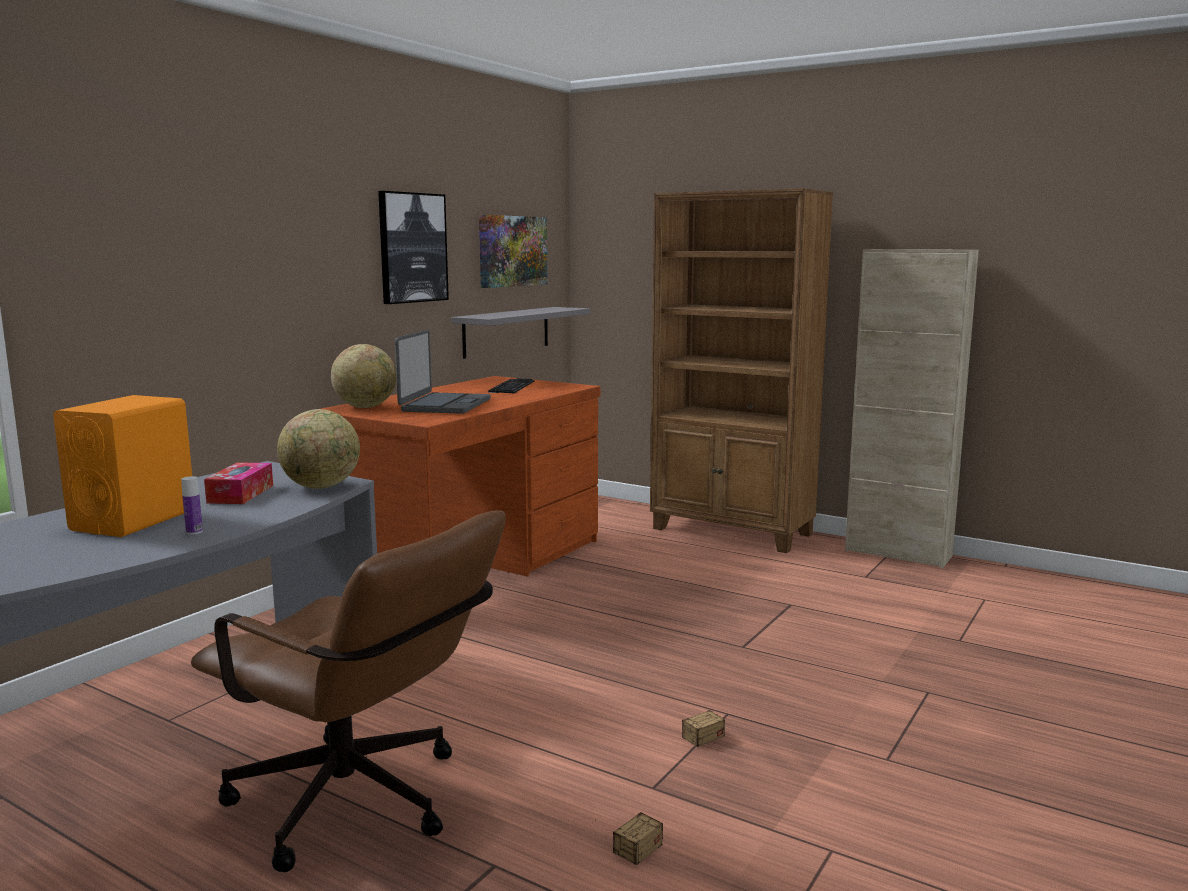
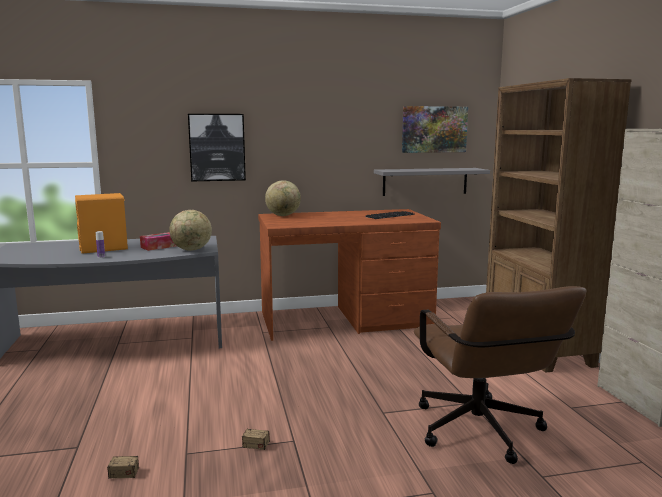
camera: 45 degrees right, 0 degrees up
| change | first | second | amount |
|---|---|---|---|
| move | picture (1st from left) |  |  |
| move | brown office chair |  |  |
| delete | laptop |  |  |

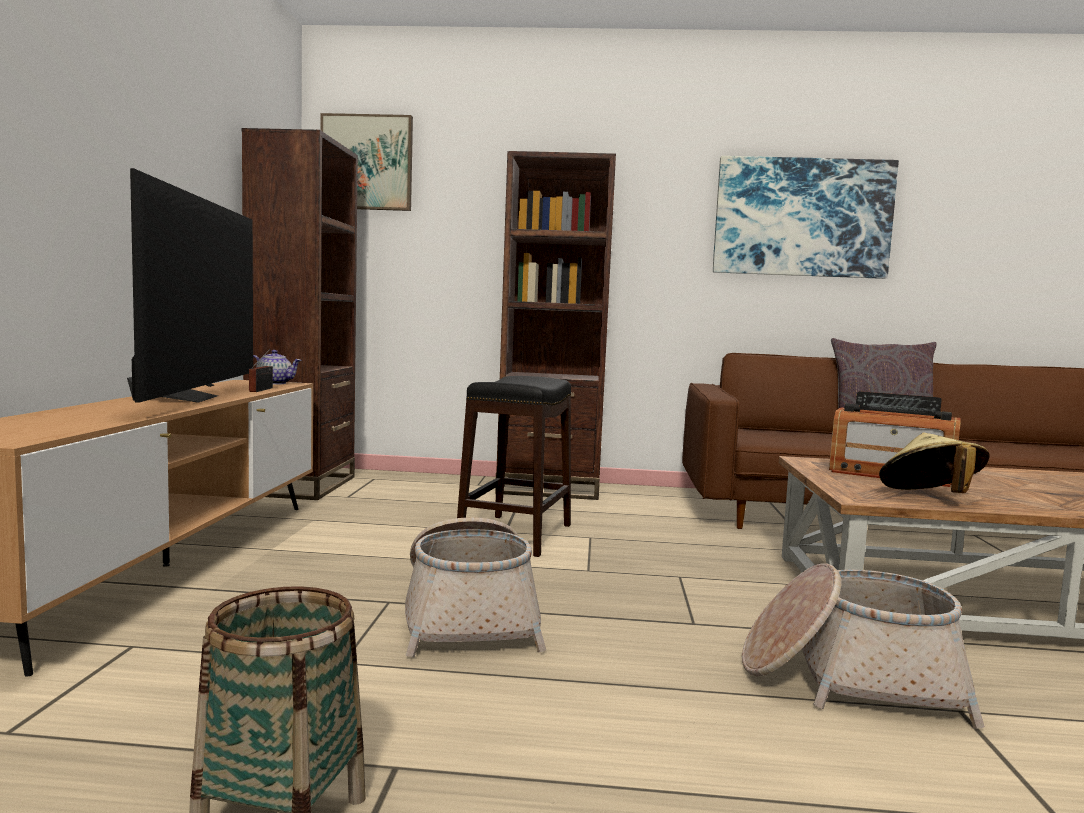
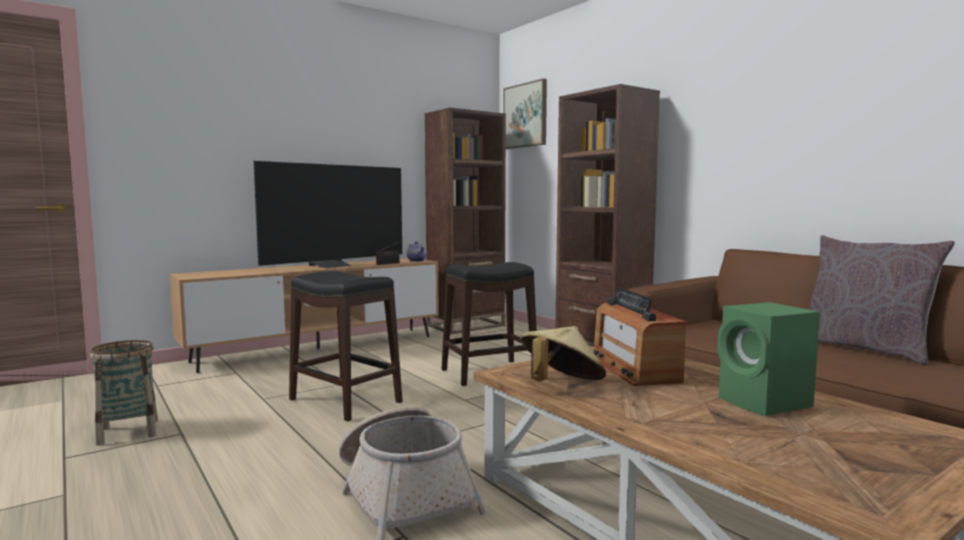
camera: 50 degrees right, 0 degrees up
| change | first | second | amount |
|---|---|---|---|
| replace | basket (2nd from left) | black stool (1st from left) |  |
| insert |  | green speaker |  |
| delete | picture (2nd from left) |  |  |

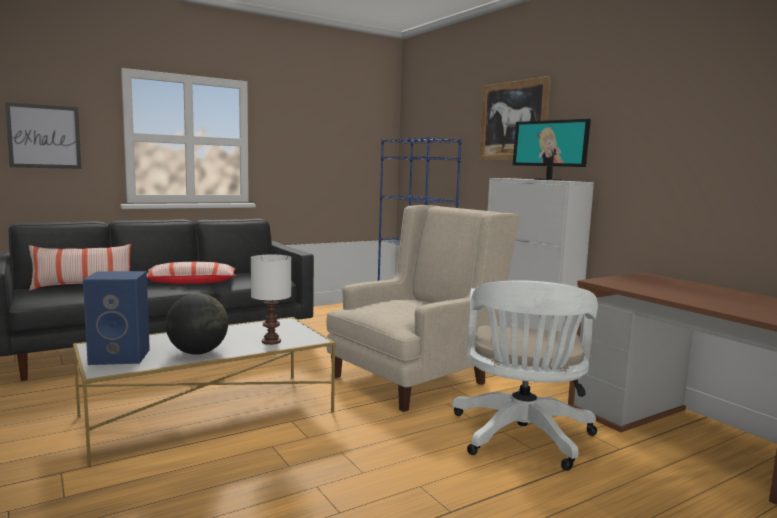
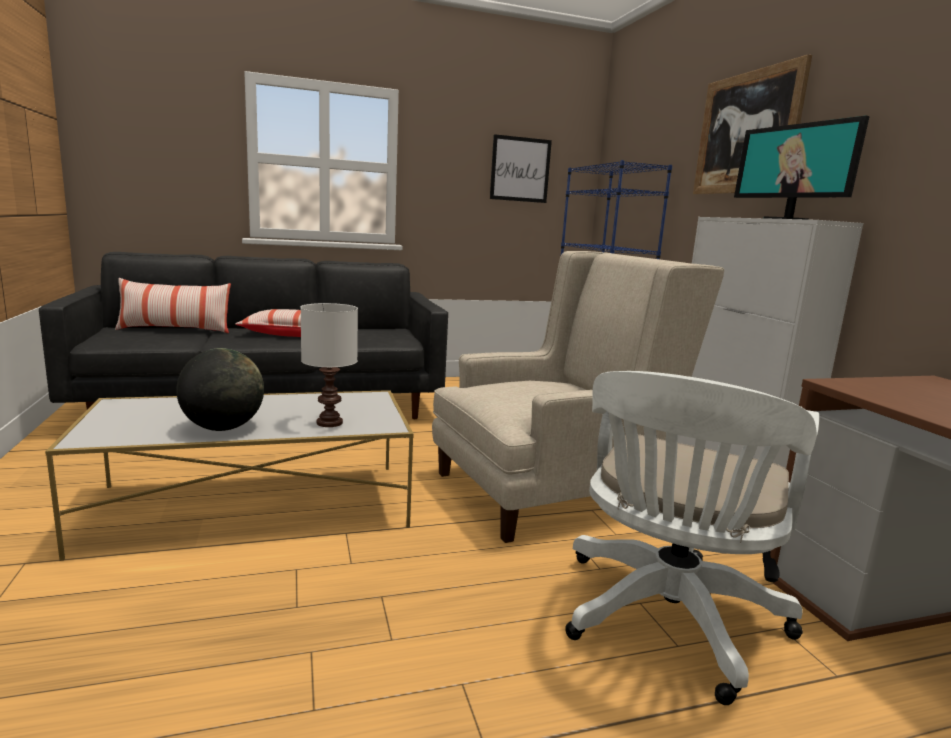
camera: 15 degrees right, 5 degrees up
| change | first | second | amount |
|---|---|---|---|
| move | picture (1st from left) |  |  |
| delete | blue speaker |  |  |

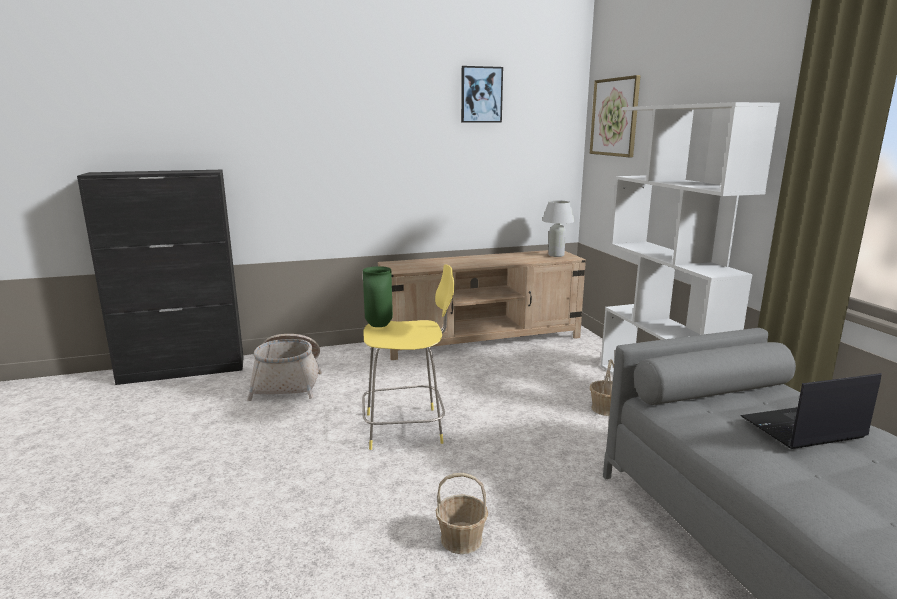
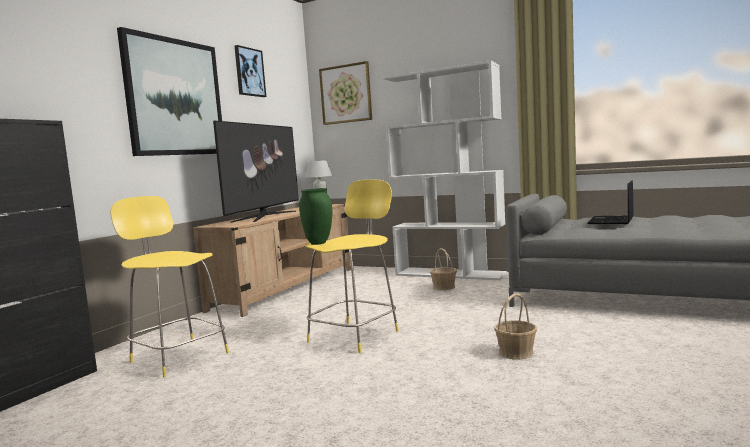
camera: 45 degrees left, 10 degrees down
| change | first | second | amount |
|---|---|---|---|
| replace | basket (1st from left) | yellow stool (1st from left) |  |
| insert |  | picture (1st from left) |  |
| insert |  | television |  |

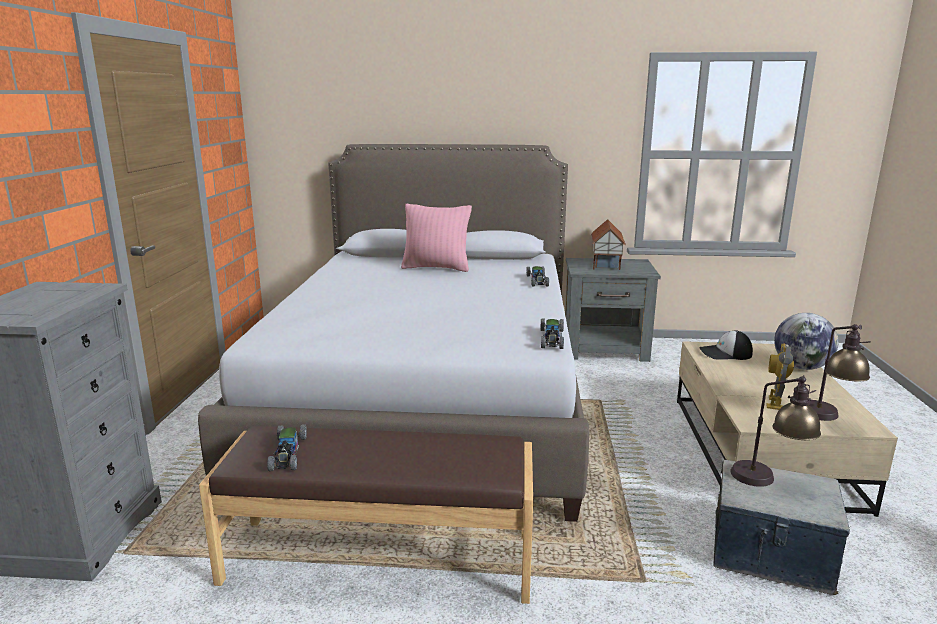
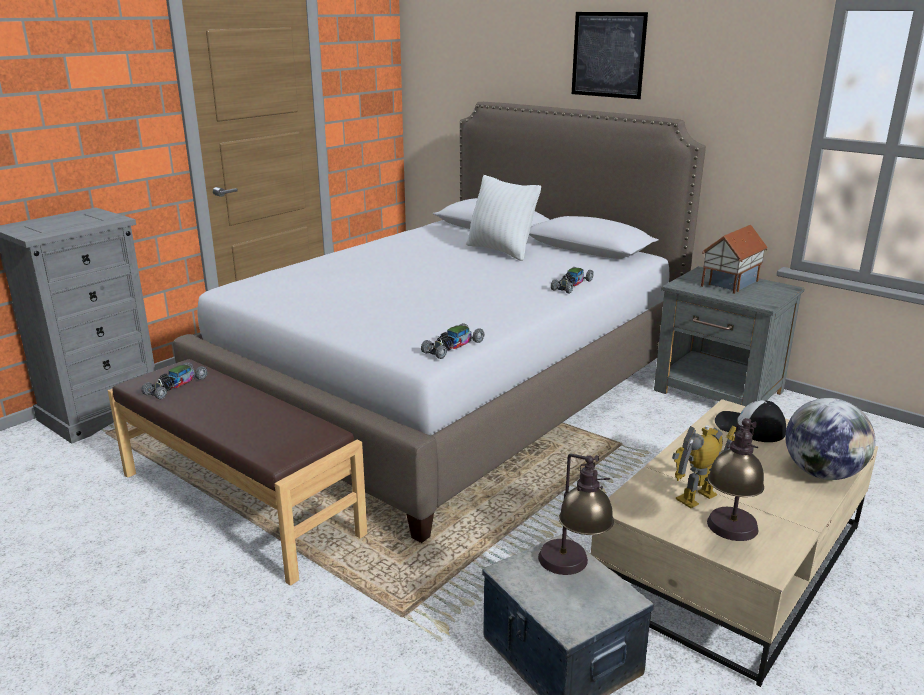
camera: 35 degrees right, 5 degrees up
| change | first | second | amount |
|---|---|---|---|
| recolor | pink pillow | white pillow |  |
| insert |  | picture |  |

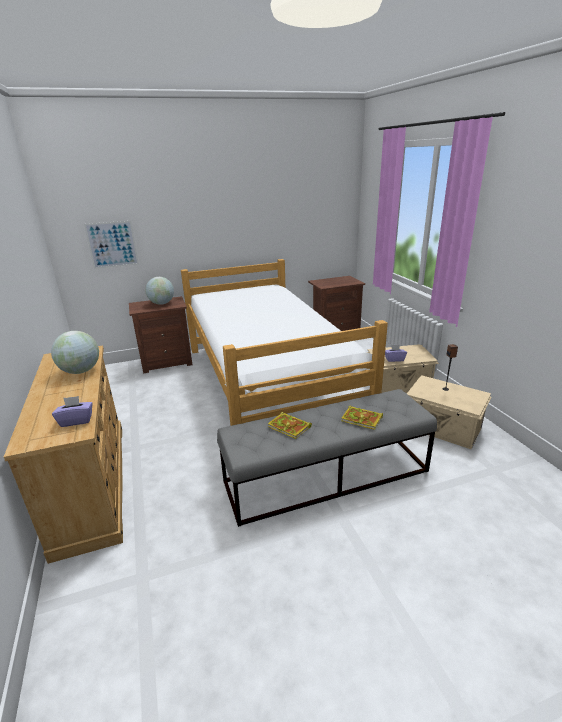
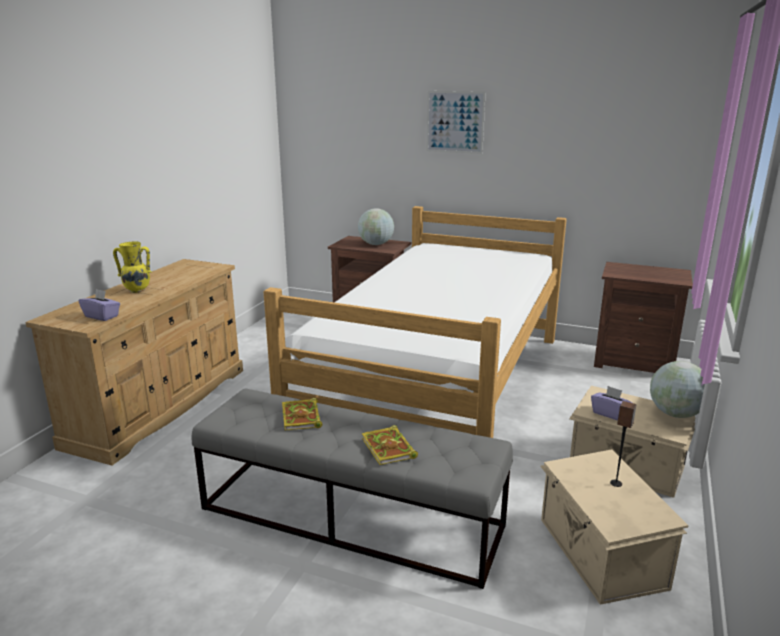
camera: 40 degrees right, 5 degrees down
| change | first | second | amount |
|---|---|---|---|
| insert |  | yellow vase |  |
| move | picture |  |  |
| move | globe (1st from left in the first image) | globe (2nd from left) |  |

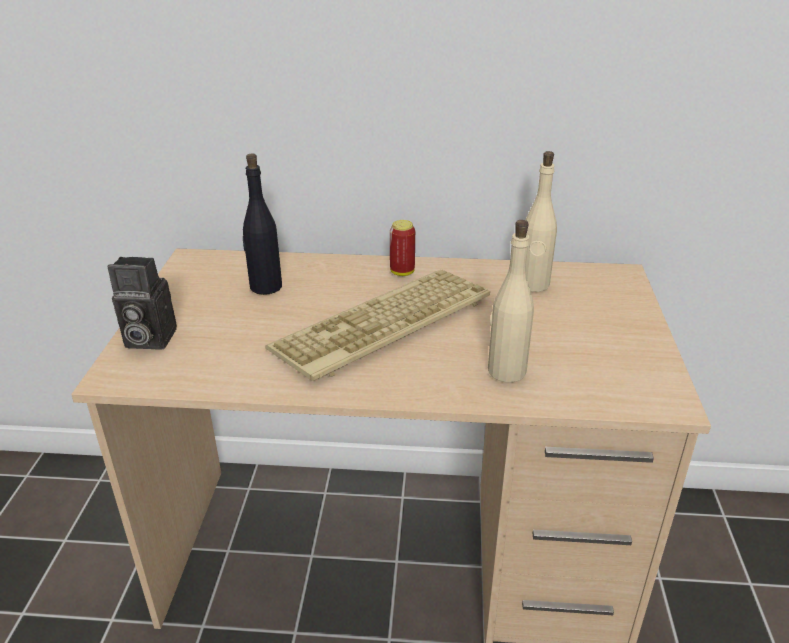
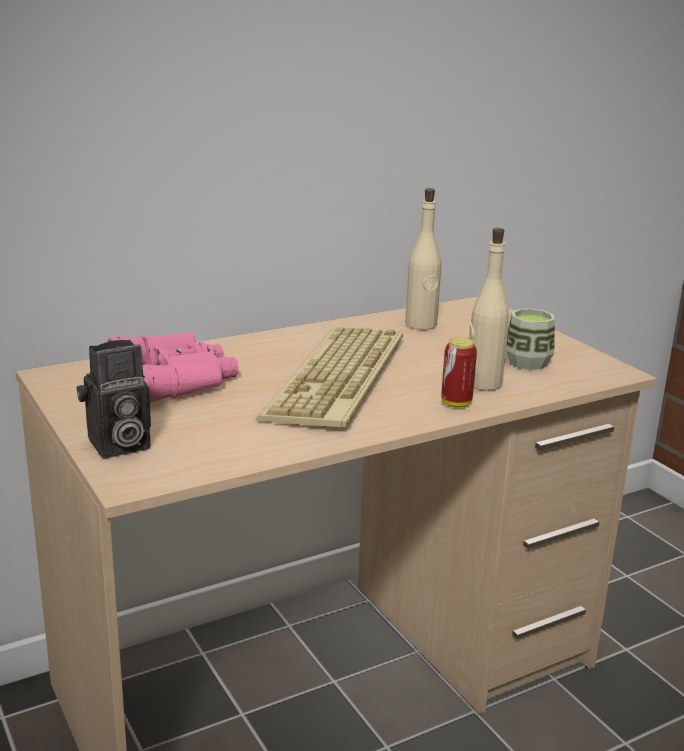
camera: 35 degrees left, 10 degrees down
| change | first | second | amount |
|---|---|---|---|
| replace | black bottle | pink binoculars |  |
| move | can |  |  |
| insert |  | cup |  |

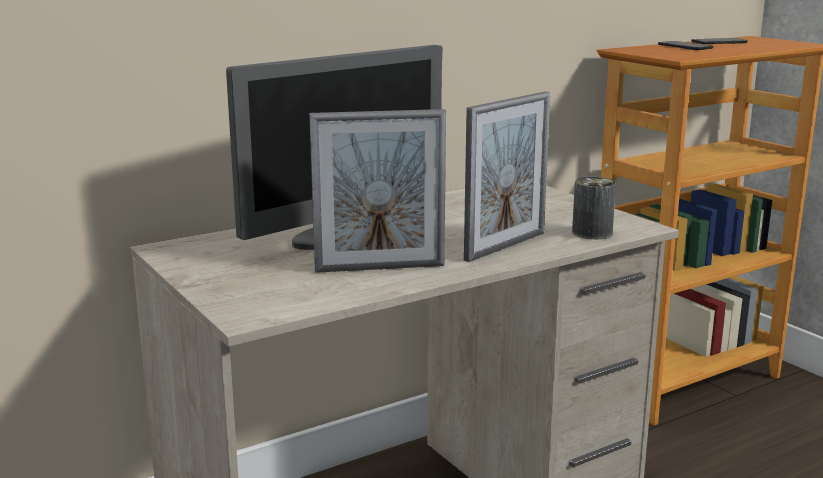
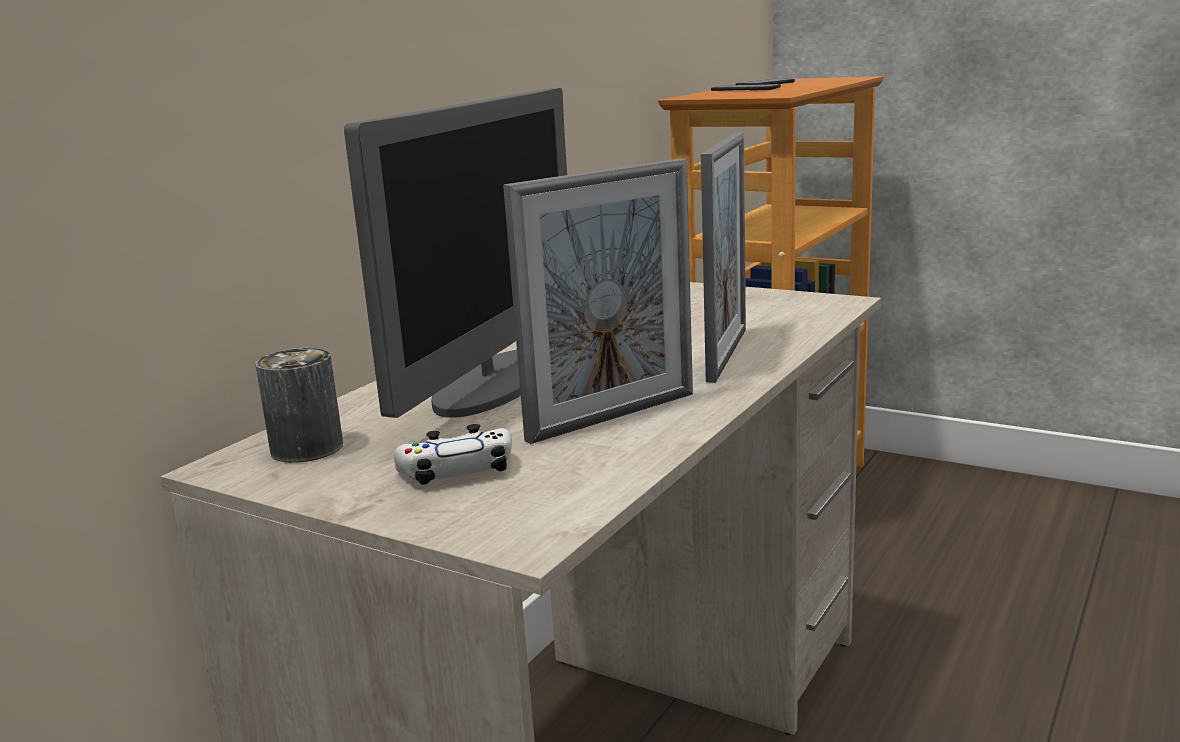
camera: 25 degrees left, 0 degrees up
| change | first | second | amount |
|---|---|---|---|
| move | can |  |  |
| insert |  | white game controller |  |

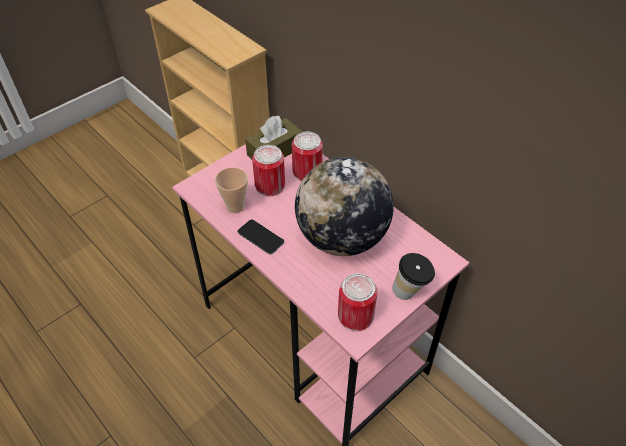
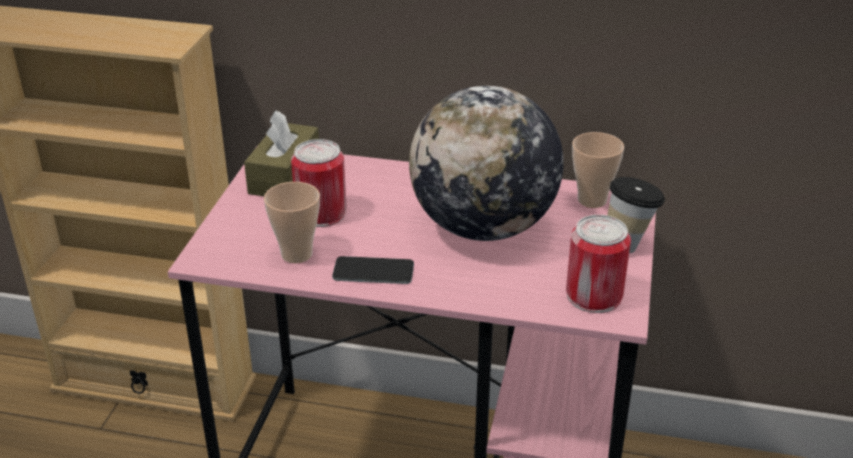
camera: 35 degrees left, 15 degrees down
| change | first | second | amount |
|---|---|---|---|
| insert |  | cup (2nd from left) |  |
| delete | can (2nd from left) |  |  |

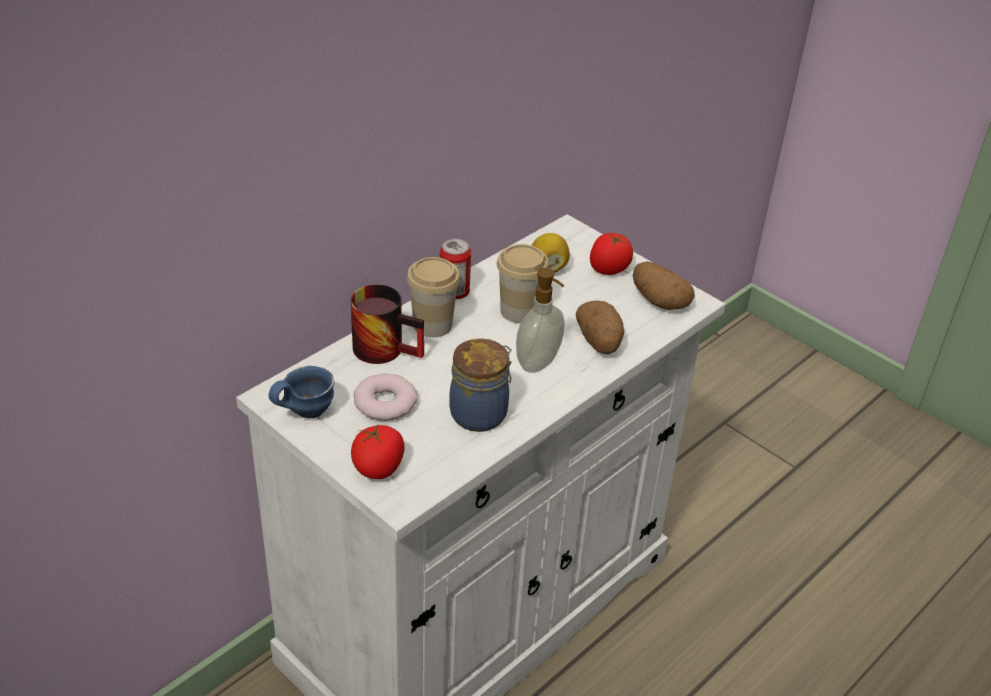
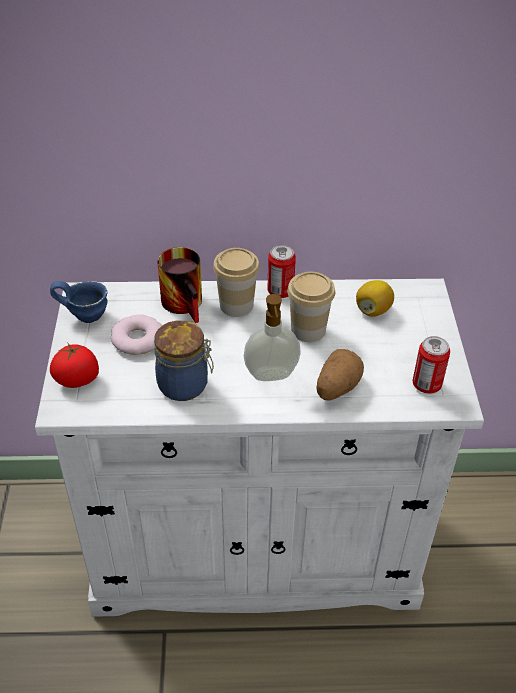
camera: 45 degrees right, 5 degrees up
| change | first | second | amount |
|---|---|---|---|
| replace | potato (2nd from left) | can (2nd from left) |  |
| delete | tomato (2nd from left) |  |  |

